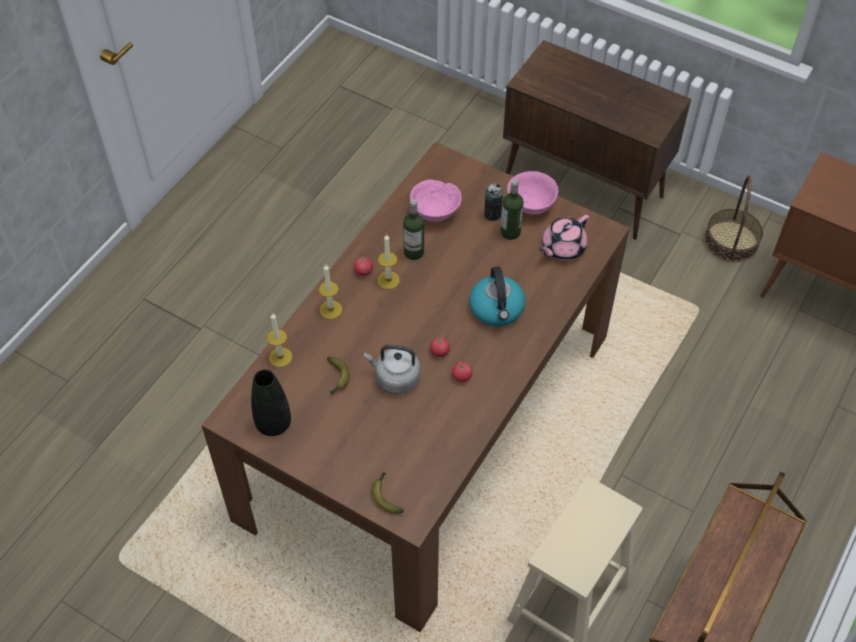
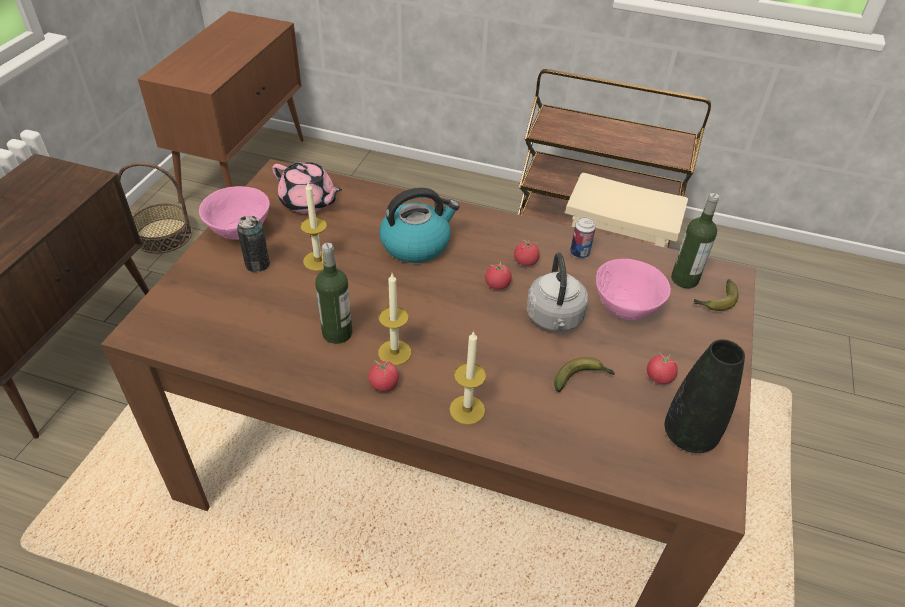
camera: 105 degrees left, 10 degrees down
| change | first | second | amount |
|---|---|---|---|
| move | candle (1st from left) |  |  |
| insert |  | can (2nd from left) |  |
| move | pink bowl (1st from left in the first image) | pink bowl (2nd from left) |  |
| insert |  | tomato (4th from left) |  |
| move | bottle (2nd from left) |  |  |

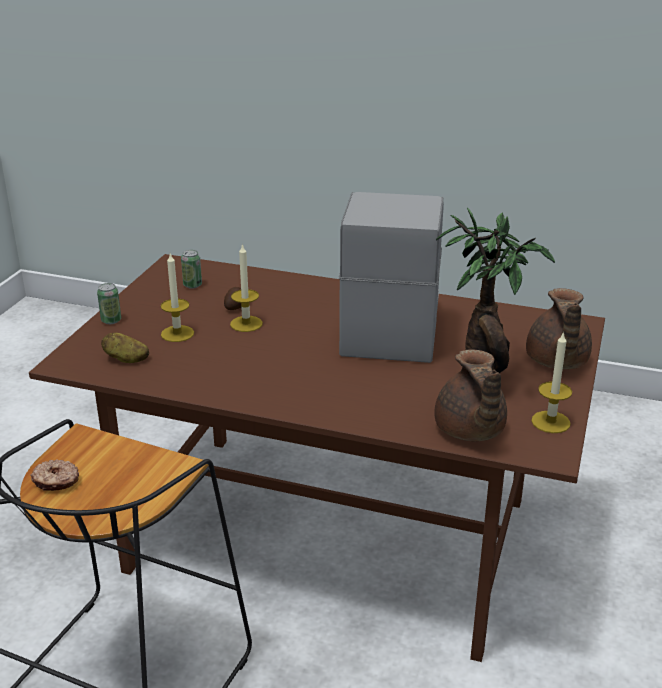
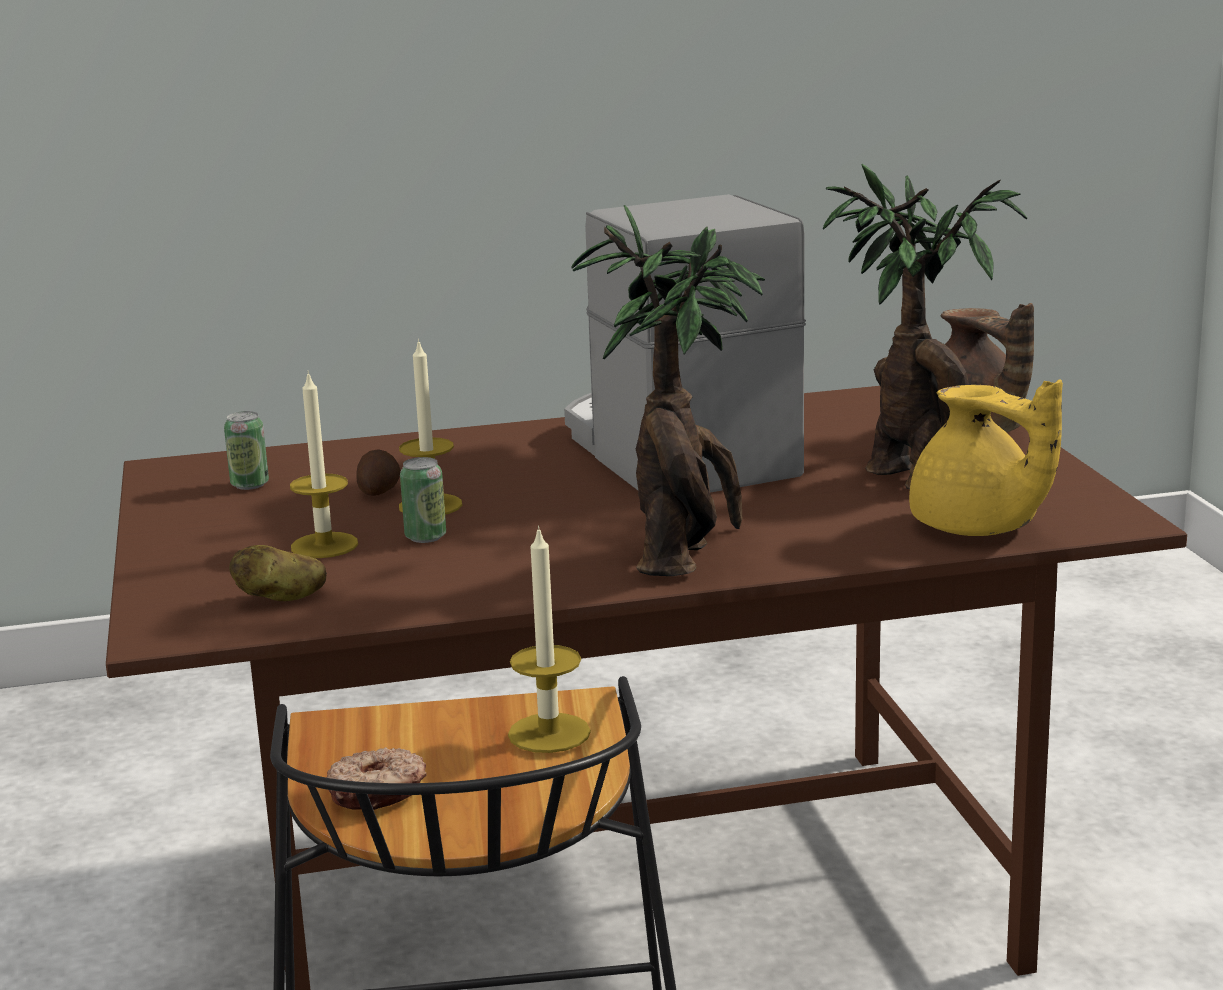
camera: 30 degrees left, 10 degrees down
| change | first | second | amount |
|---|---|---|---|
| move | can (1st from left in the first image) | can (2nd from left) |  |
| move | candle (3rd from left) |  |  |
| insert |  | potted plant (1st from left) |  |
| recolor | brown teapot (1st from left) | yellow teapot |  |

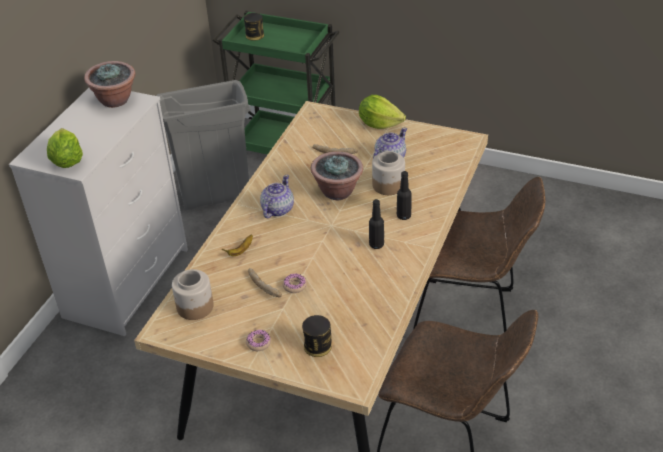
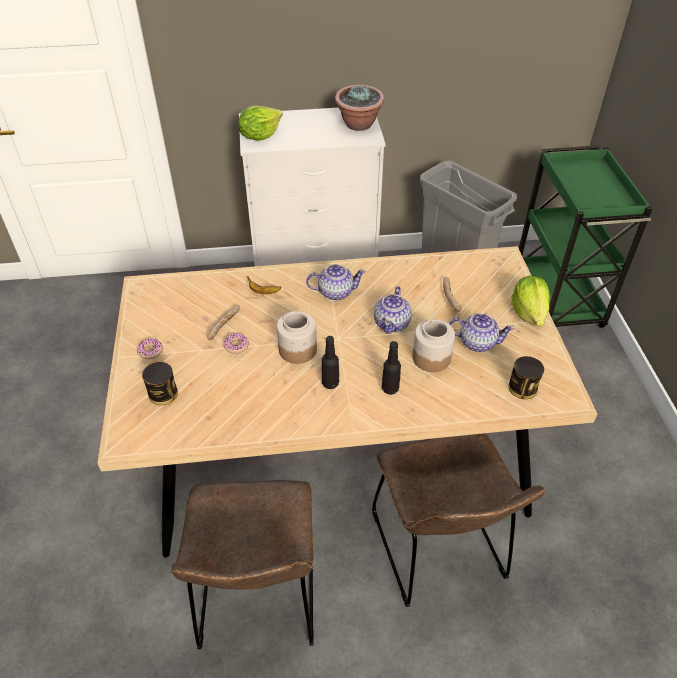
camera: 60 degrees right, 5 degrees up
| change | first | second | amount |
|---|---|---|---|
| move | jar (1st from left) |  |  |
| replace | potted plant (2nd from left) | teapot (2nd from left) |  |
| move | can (1st from left in the first image) | can (2nd from left) |  |

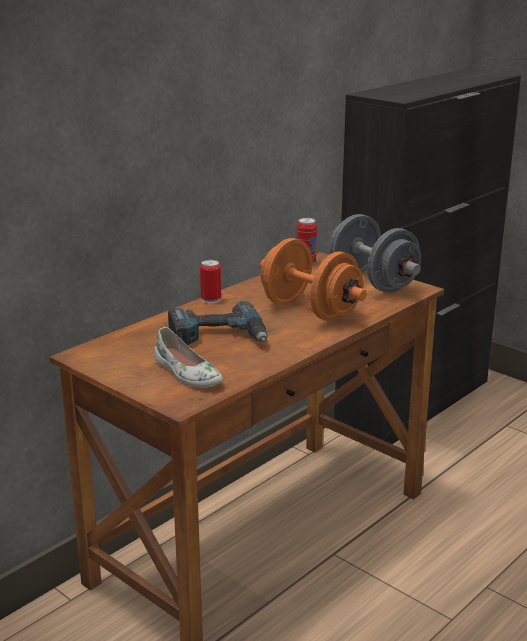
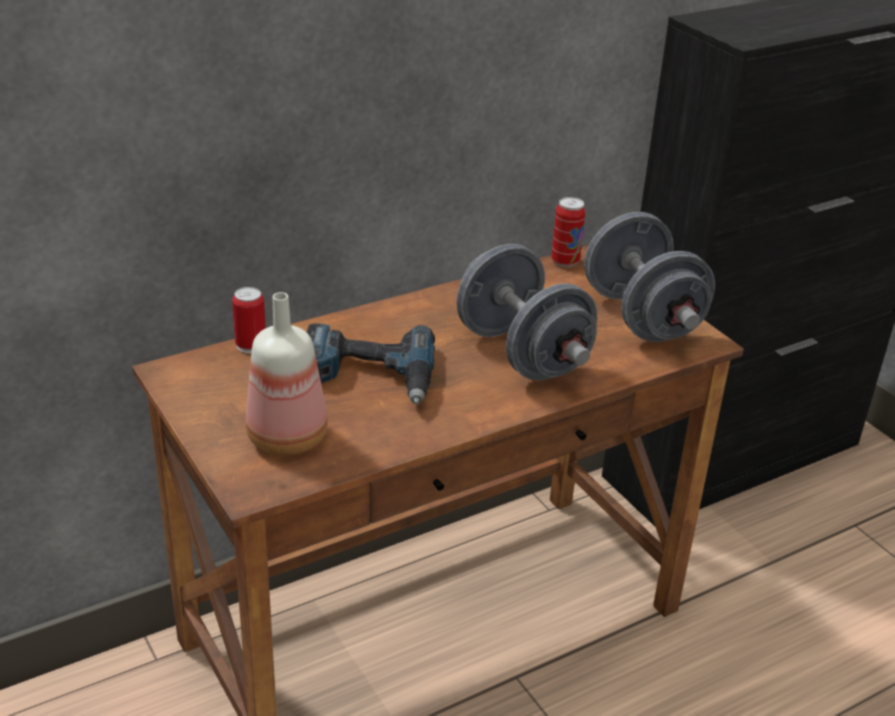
camera: 15 degrees right, 10 degrees up
| change | first | second | amount |
|---|---|---|---|
| move | can (1st from left) |  |  |
| replace | white shoe | bottle |  |
| recolor | orange dumbbell | grey dumbbell (1st from left) |  |

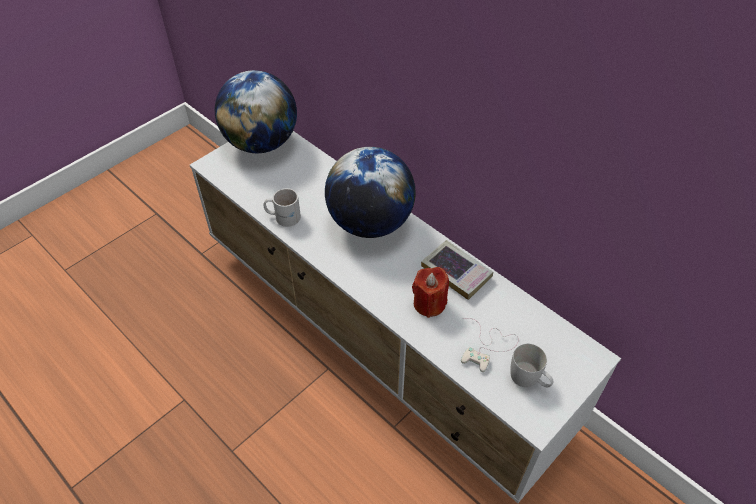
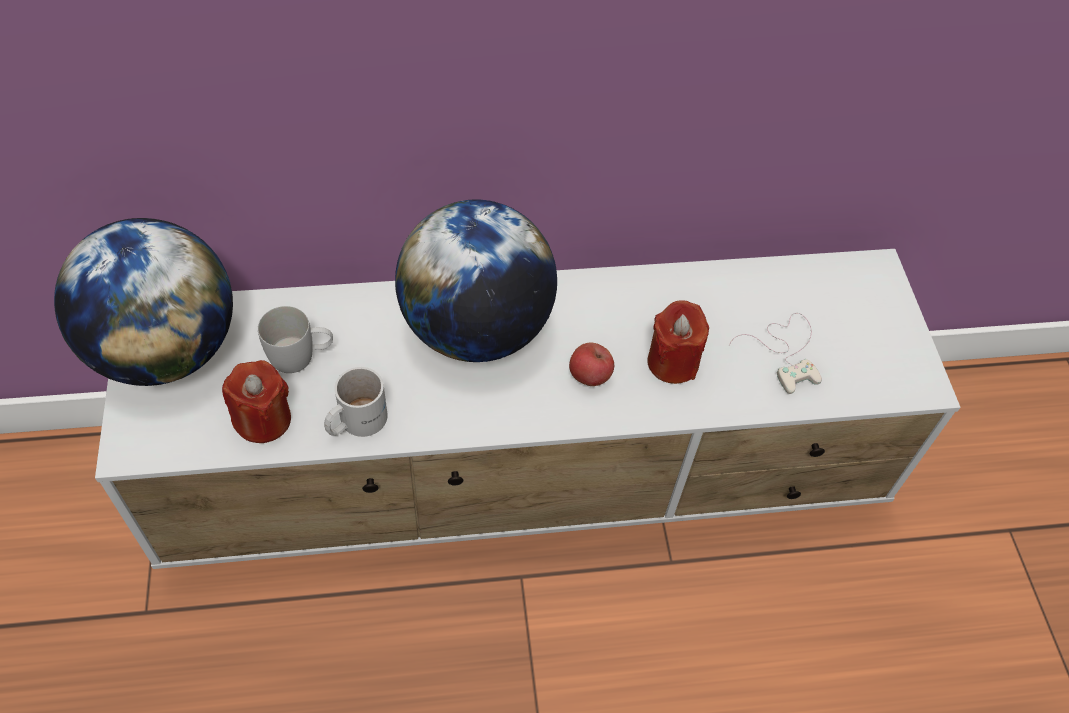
camera: 55 degrees left, 5 degrees up
| change | first | second | amount |
|---|---|---|---|
| insert |  | red candle (1st from left) |  |
| move | white mug (2nd from left in the first image) | white mug (1st from left) |  |
| insert |  | apple |  |
| delete | book |  |  |

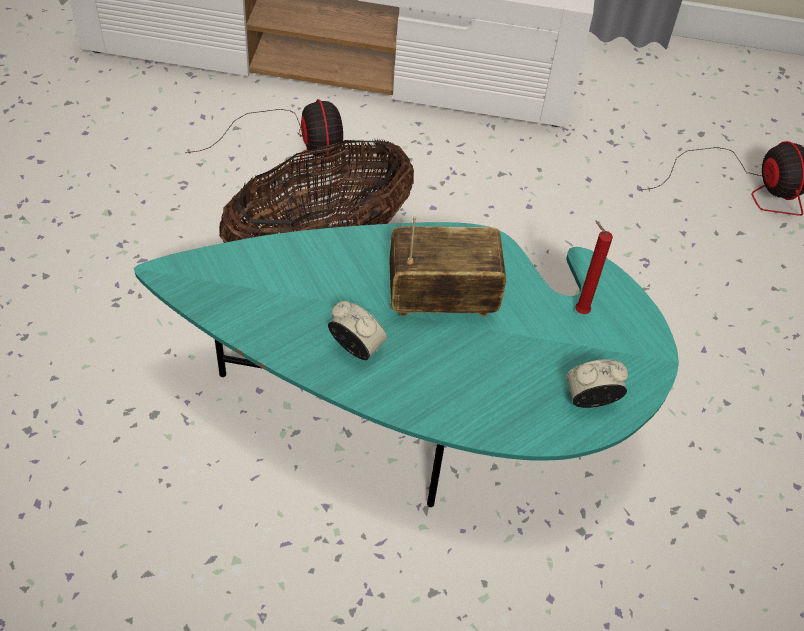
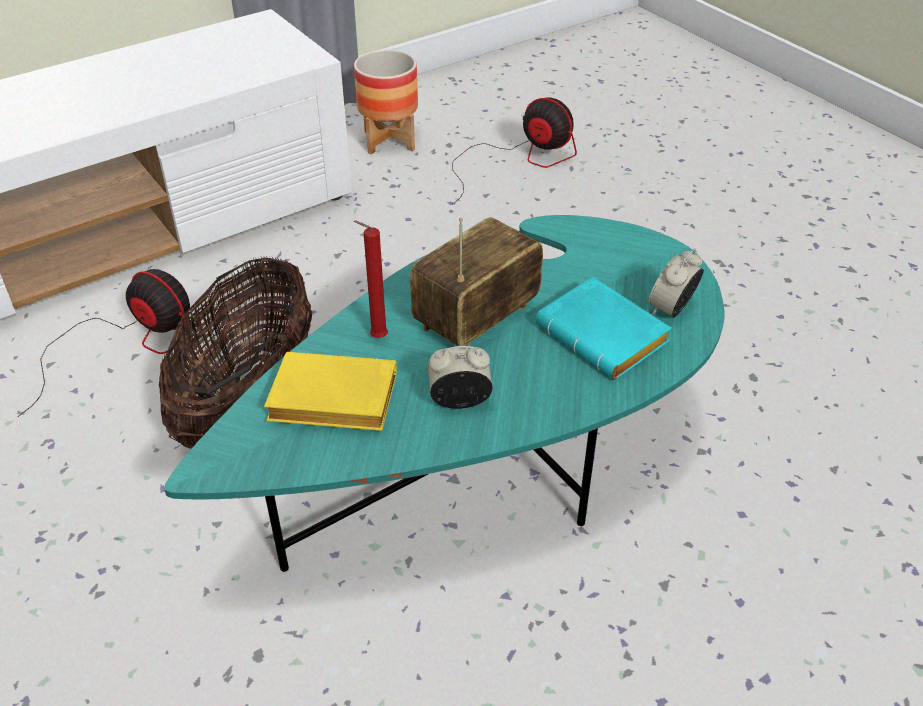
camera: 40 degrees left, 10 degrees down
| change | first | second | amount |
|---|---|---|---|
| insert |  | yellow book |  |
| insert |  | planter |  |
| move | red candle |  |  |
| insert |  | turquoise book |  |

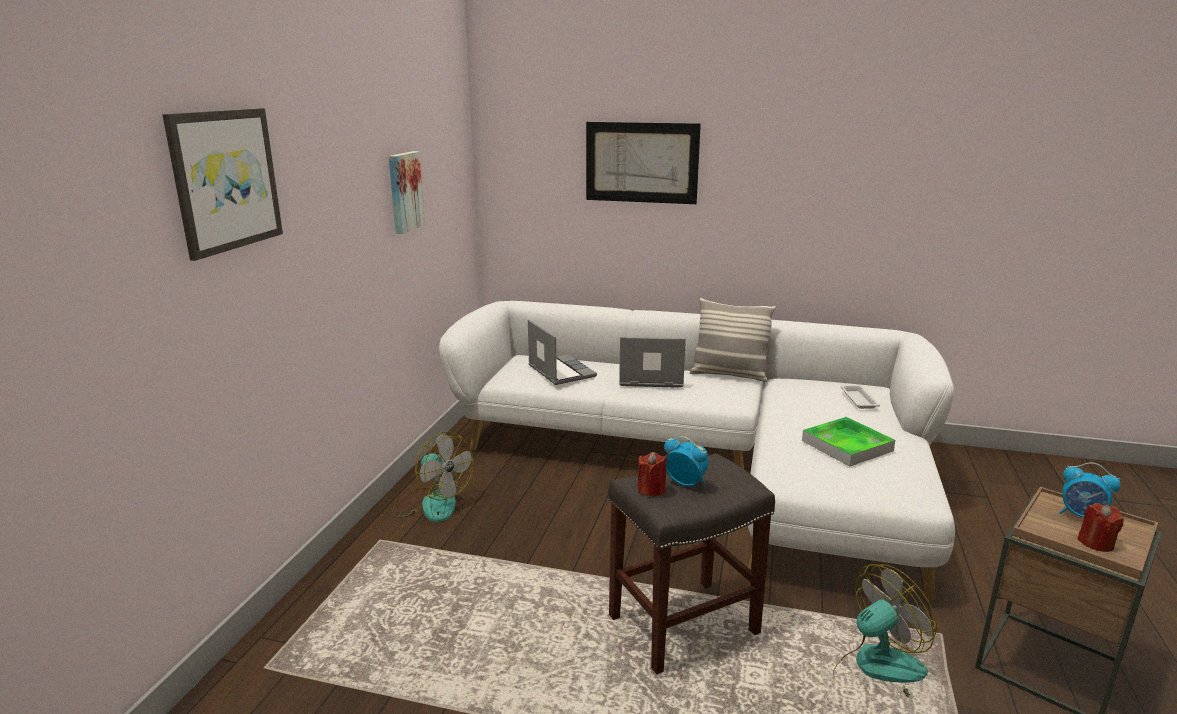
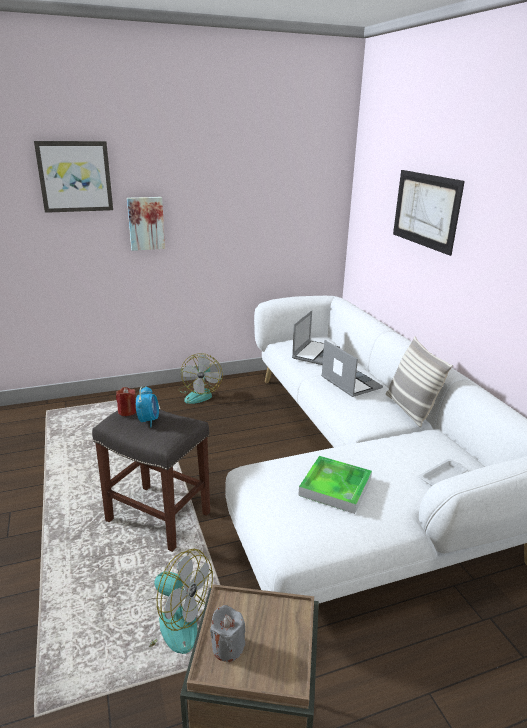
camera: 55 degrees right, 5 degrees up
| change | first | second | amount |
|---|---|---|---|
| move | picture (2nd from left) |  |  |
| recolor | red candle (2nd from left) | grey candle |  |
| delete | alarm clock (2nd from left) |  |  |

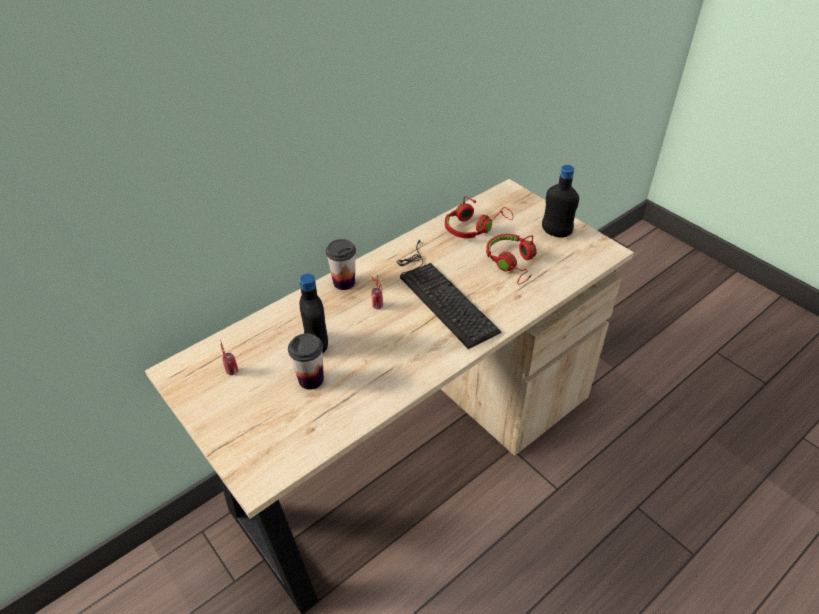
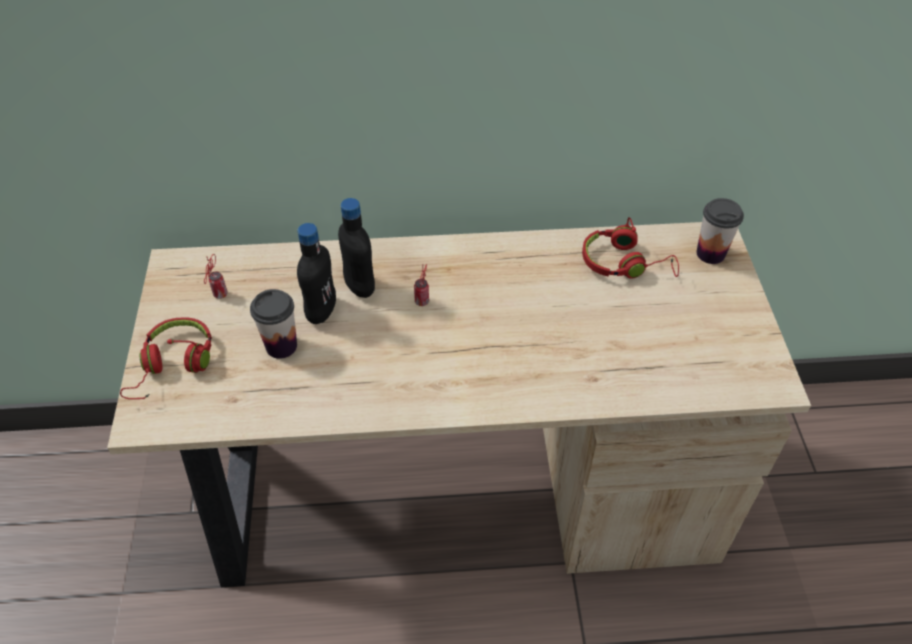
camera: 35 degrees right, 5 degrees up
| change | first | second | amount |
|---|---|---|---|
| move | red headphones (2nd from left in the first image) | red headphones (1st from left) |  |
| move | black bottle (2nd from left) |  |  |
| move | cup (2nd from left) |  |  |
| delete | keyboard |  |  |

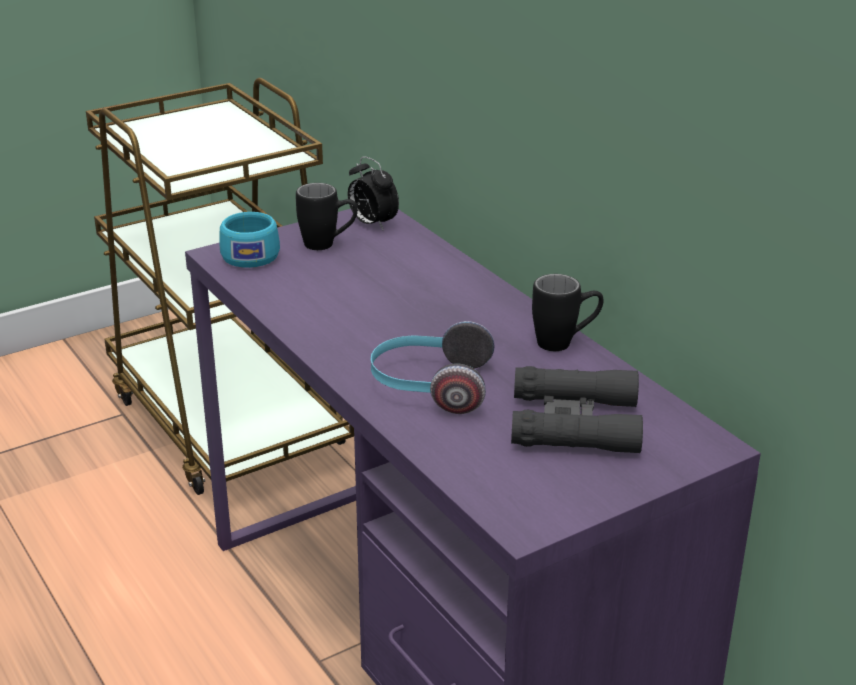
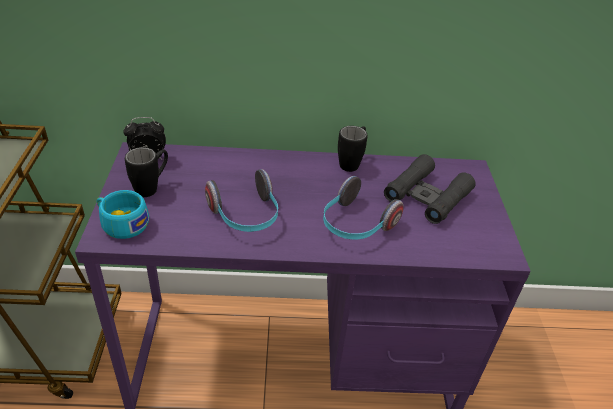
camera: 60 degrees left, 10 degrees up
| change | first | second | amount |
|---|---|---|---|
| insert |  | headphones (1st from left) |  |

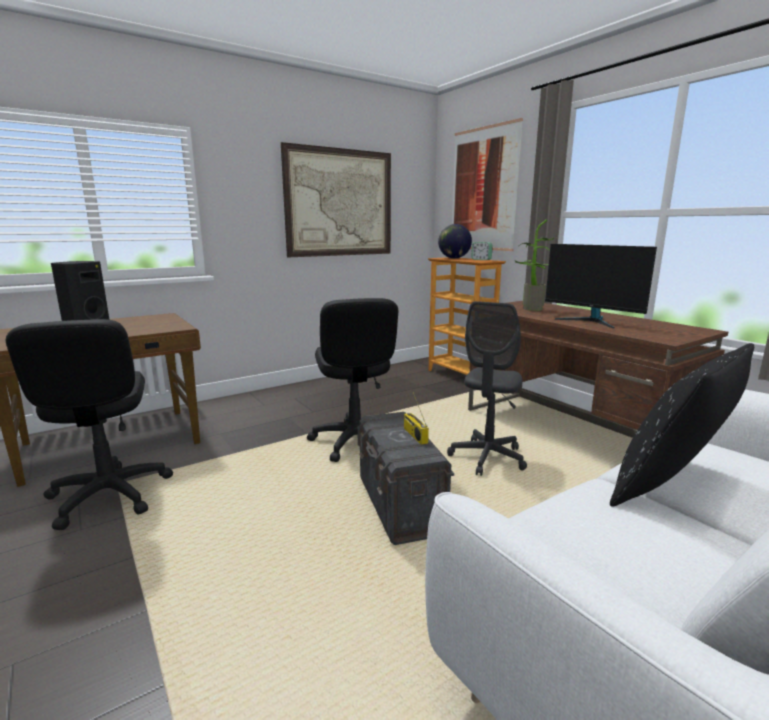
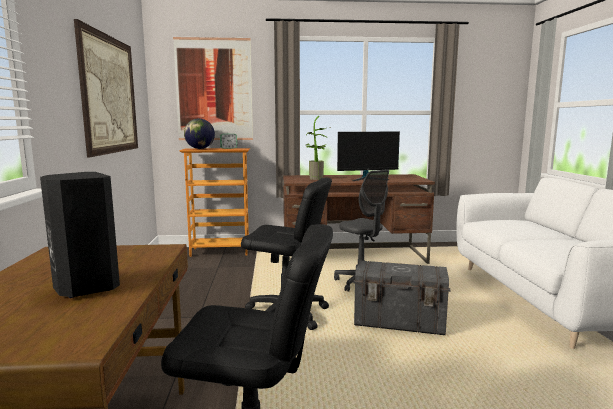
camera: 60 degrees left, 5 degrees down
| change | first | second | amount |
|---|---|---|---|
| delete | radio |  |  |
| delete | black pillow |  |  |

